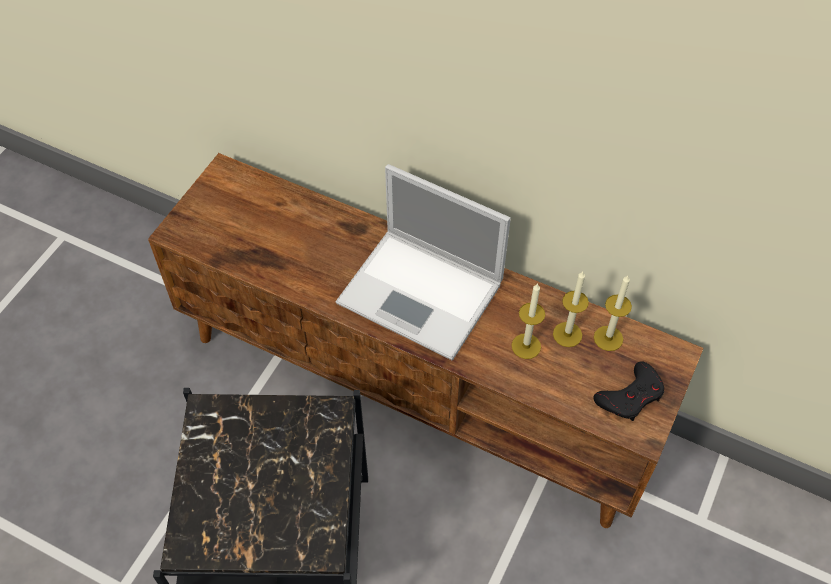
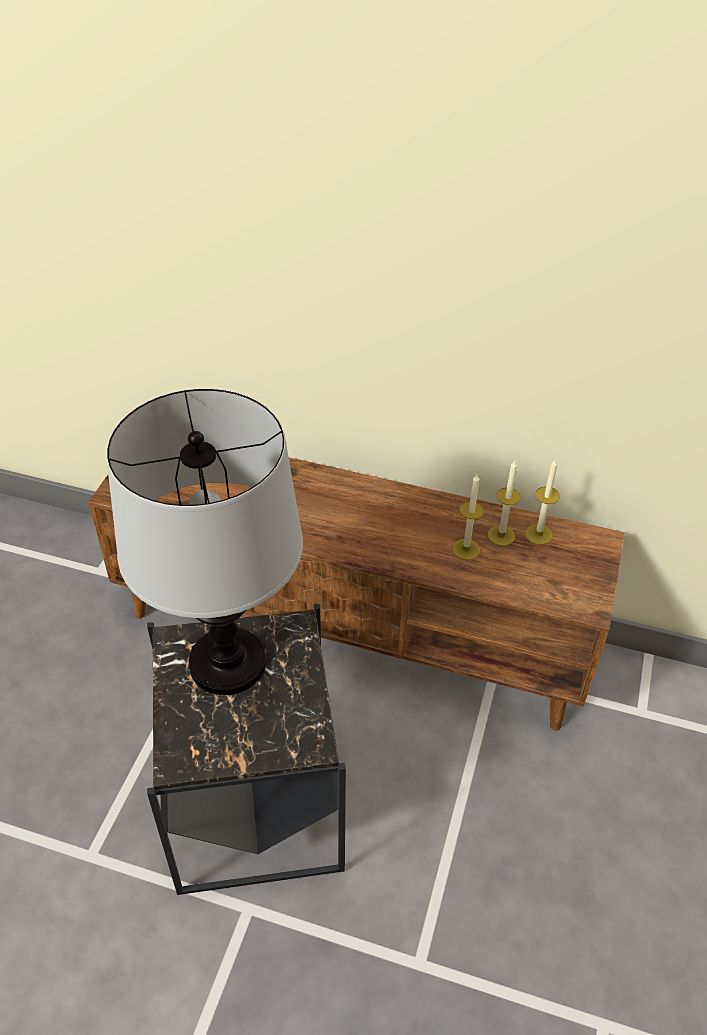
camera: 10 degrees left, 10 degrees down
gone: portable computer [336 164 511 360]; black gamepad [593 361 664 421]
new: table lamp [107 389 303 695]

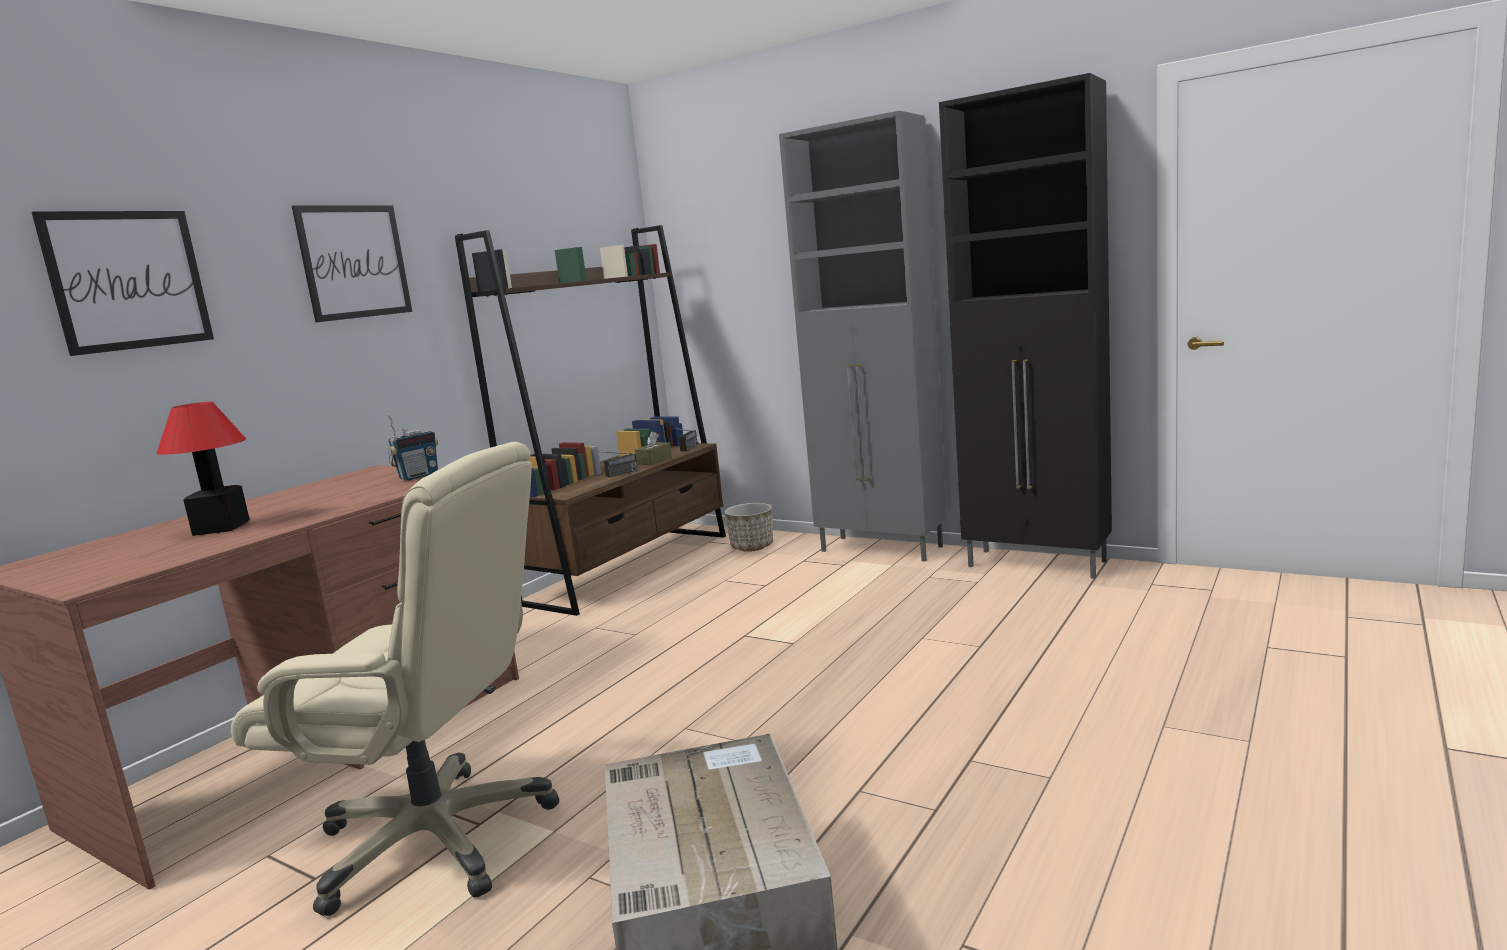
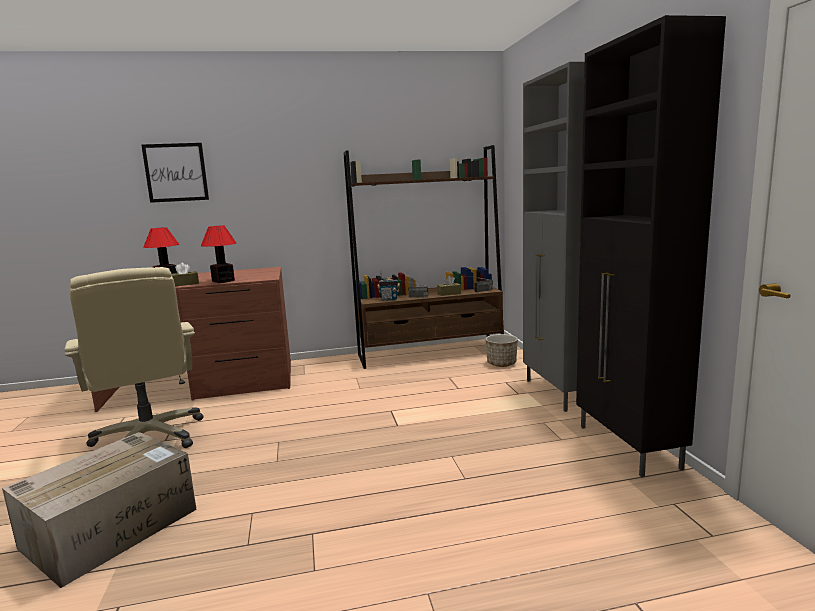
camera: 45 degrees right, 0 degrees up
gone: wall art [292 205 412 323]
new: brown box of tissues [172 263 199 286]; table lamp [201 226 236 283]
shifted: radio receiver [387 414 438 481] to [377 271 400 301]

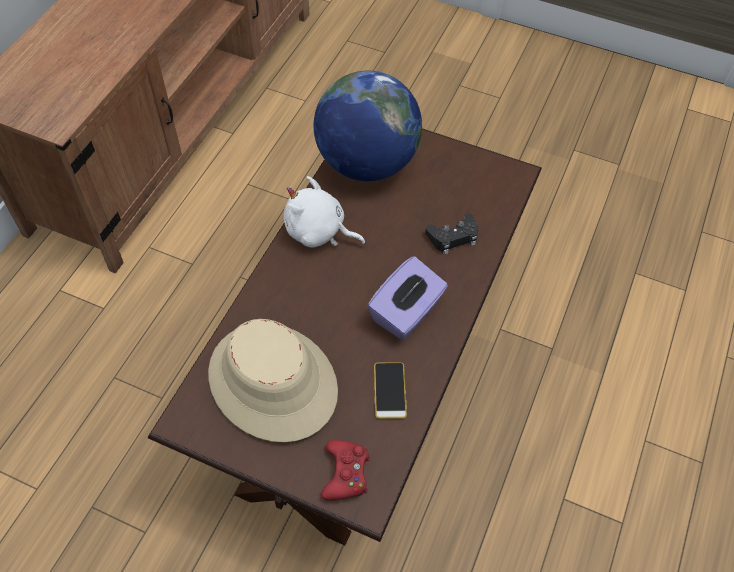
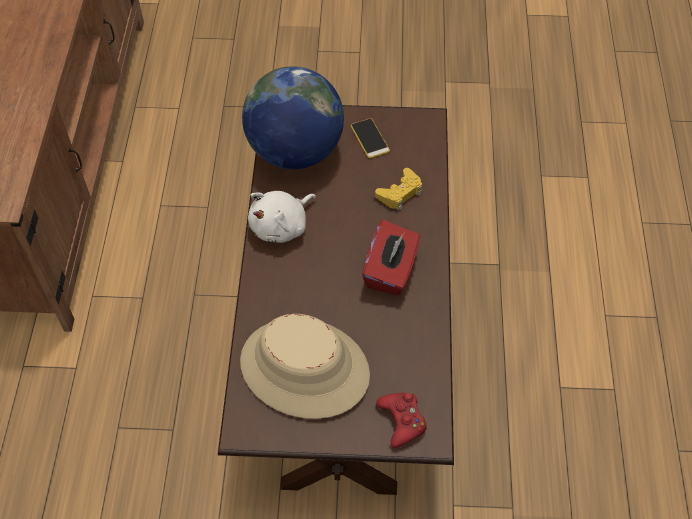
camera: 20 degrees left, 0 degrees up
shifted: telephone [374 362 407 419] to [351 118 390 159]
repainted: purplish box of tissues [367 256 448 340] to red-coloured box of tissues [362 220 420 295]; black gamepad [425 213 478 254] to yellow-coloured gamepad [375 168 422 211]
rotated: white-coloured cuddly toy [284 176 365 248] = [248 191 316 243] 45 degrees counterclockwise

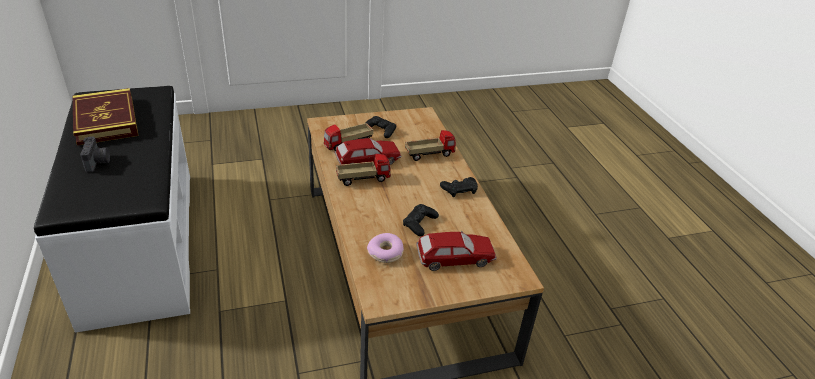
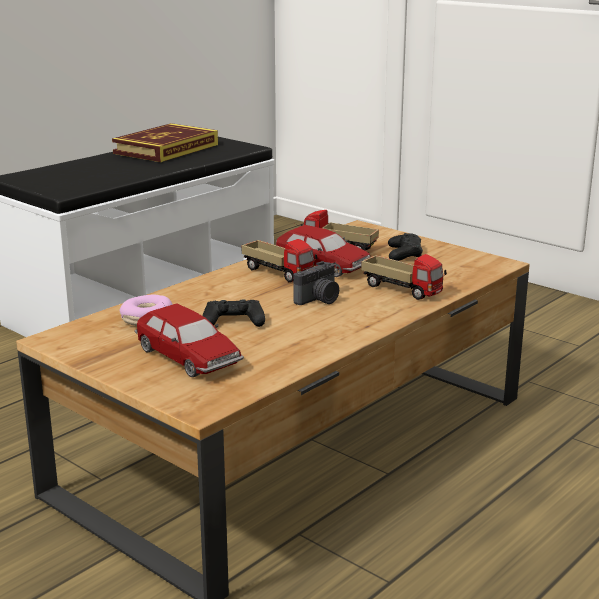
camera: 60 degrees right, 15 degrees down
gone: black gamepad [440 177 478 197]
shifted: still camera [80 136 110 173] to [293 261 339 305]

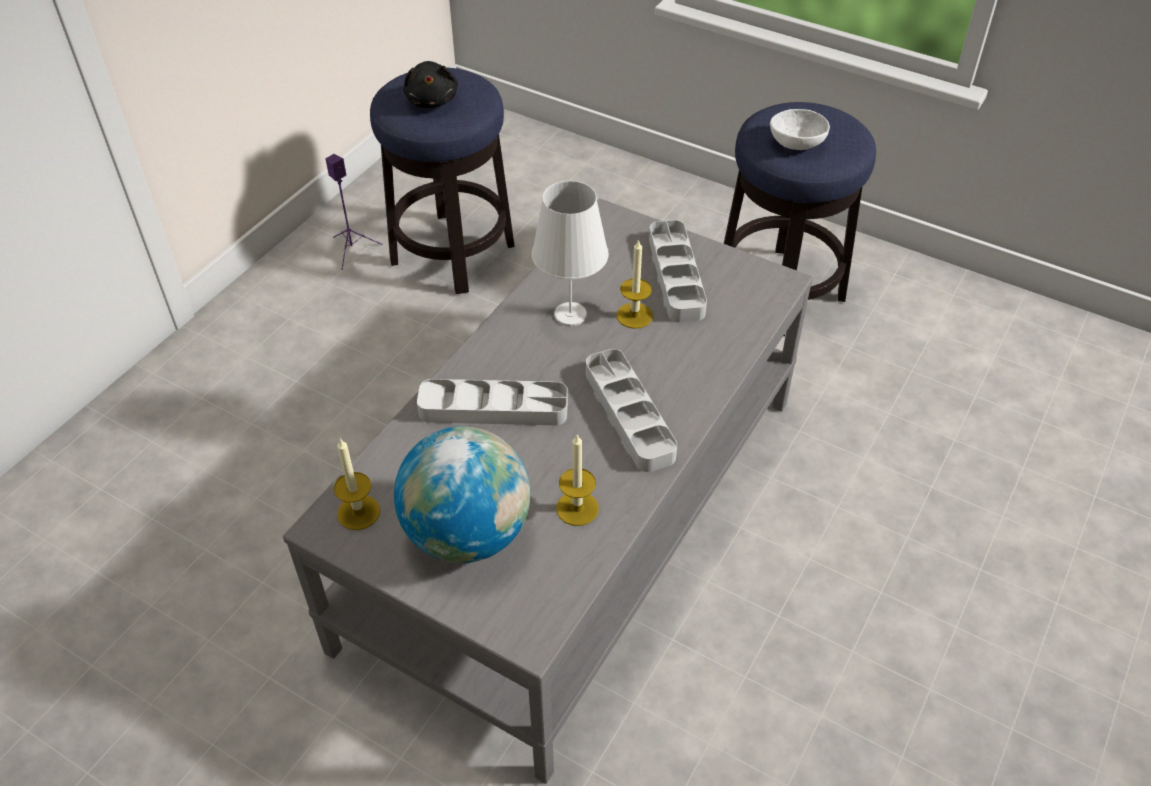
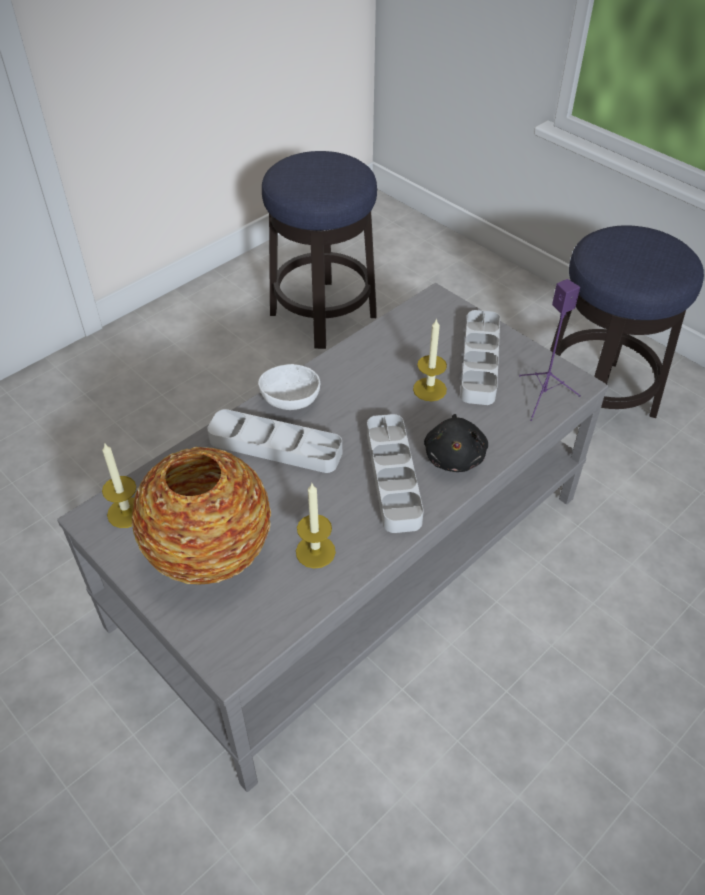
camera: 15 degrees right, 0 degrees up
gone: white-coloured table lamp [531 181 609 326]
shifted: purplish audio speaker [325 154 382 270] to [519 279 581 421]; black cuddly toy [403 61 458 108] to [424 414 488 472]; white-coloured serving bowl [770 109 830 150] to [258 364 320 410]
swapped: globe [394 426 530 563] to vase [132 447 271 585]

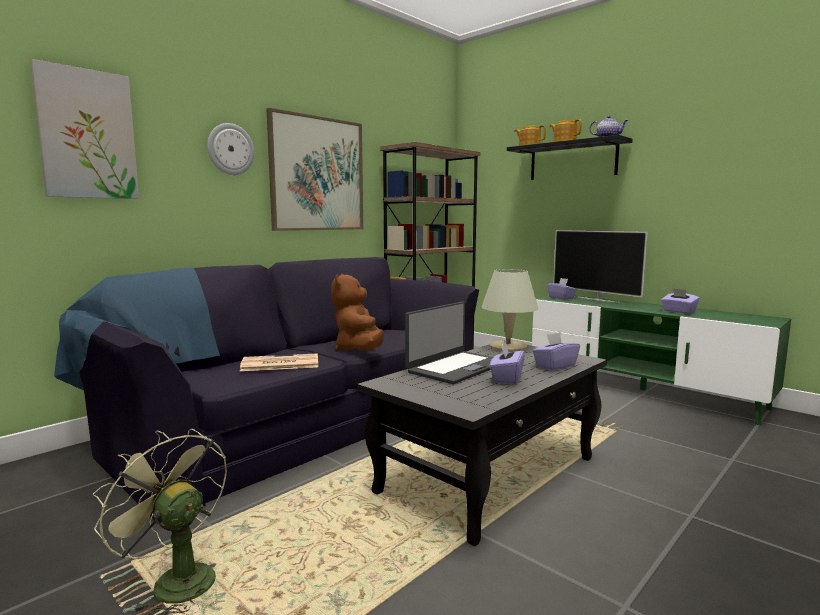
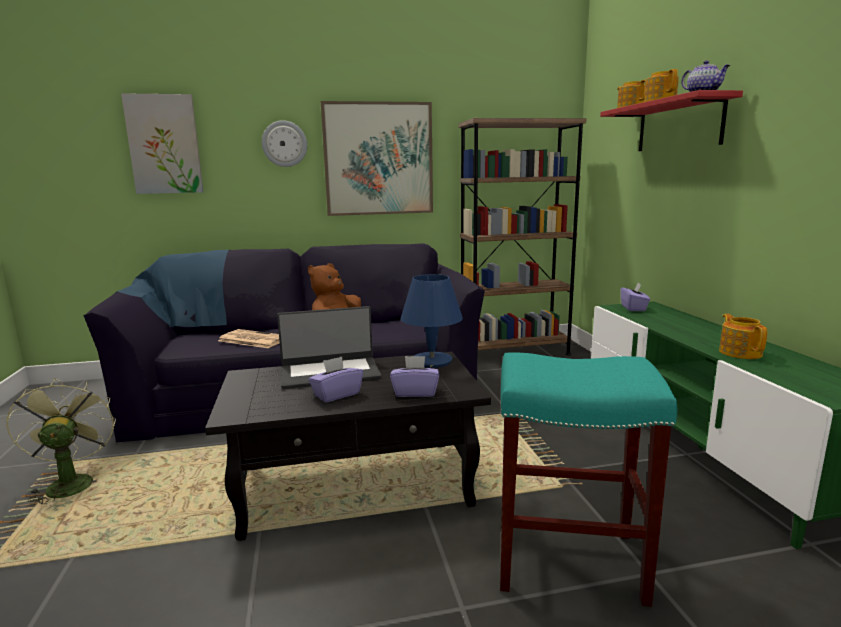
camera: 35 degrees right, 5 degrees up
gone: TV [553 230 648 303]
new: blue-green sitting stool [500 352 677 607]
swapped: purplish box of tissues [661 288 700 314] to tea pot [719 314 768 359]
repainted: beige table lamp [481 269 538 352] to bluish table lamp [400 274 463 368]; black shelf [507 135 632 180] to red-coloured shelf [600 90 743 151]

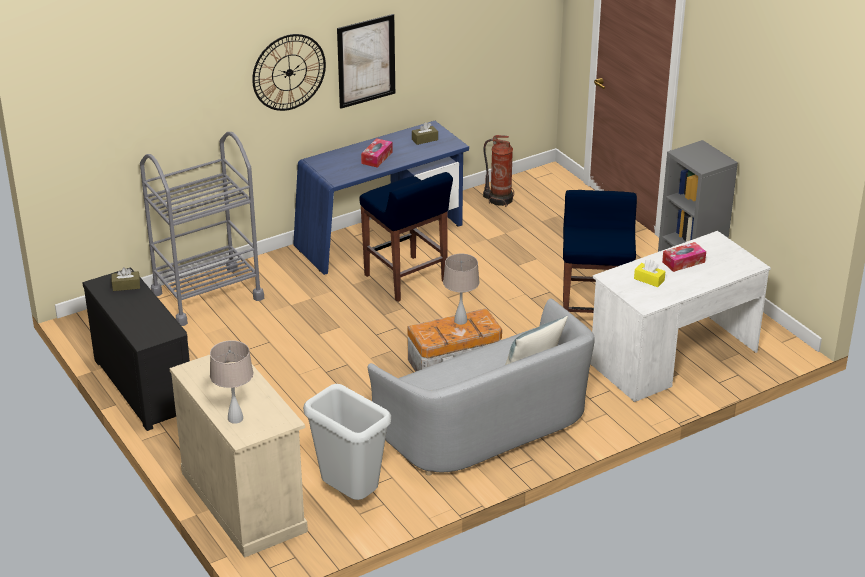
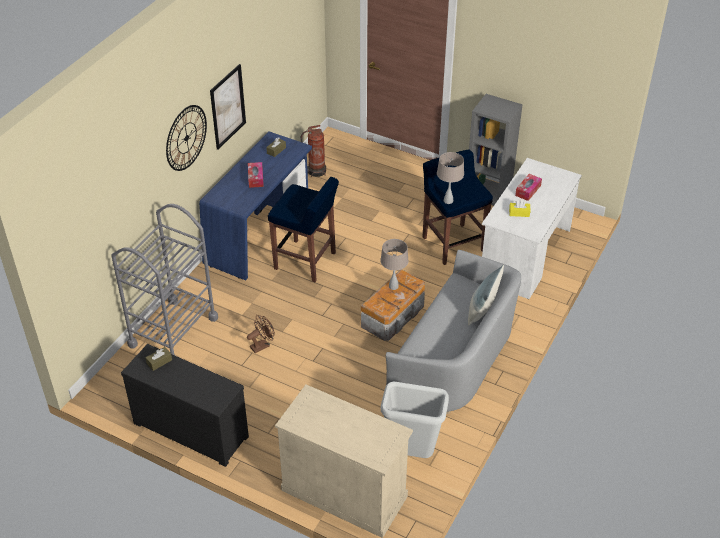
camera: 30 degrees left, 10 degrees up
new: brown cooling fan [247 315 275 353]
shifted: beige table lamp [210 340 253 424] to [437 152 464 204]

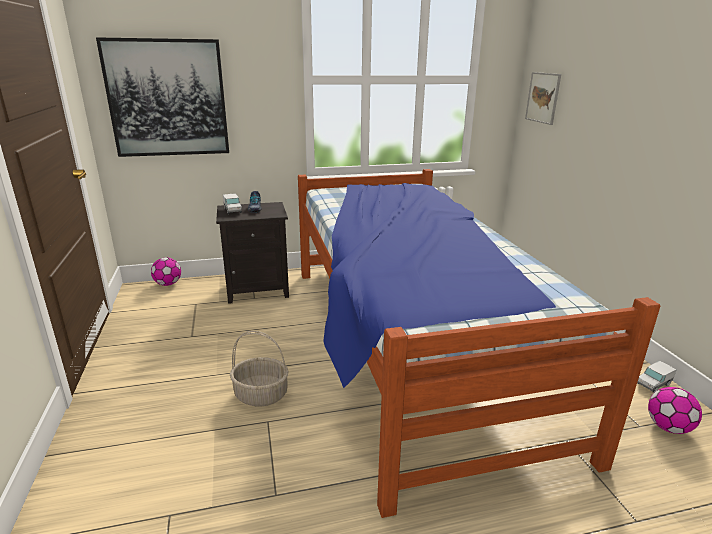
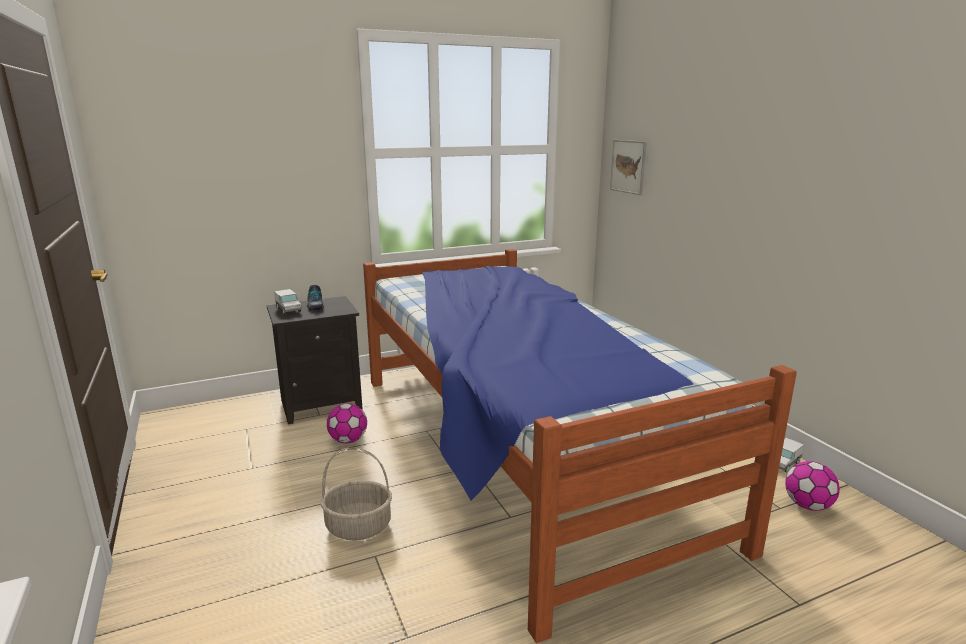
camera: 10 degrees left, 5 degrees down
gone: wall art [96 37 229 157]
shifted: football ball [151 258 181 286] to [327 403 367 444]

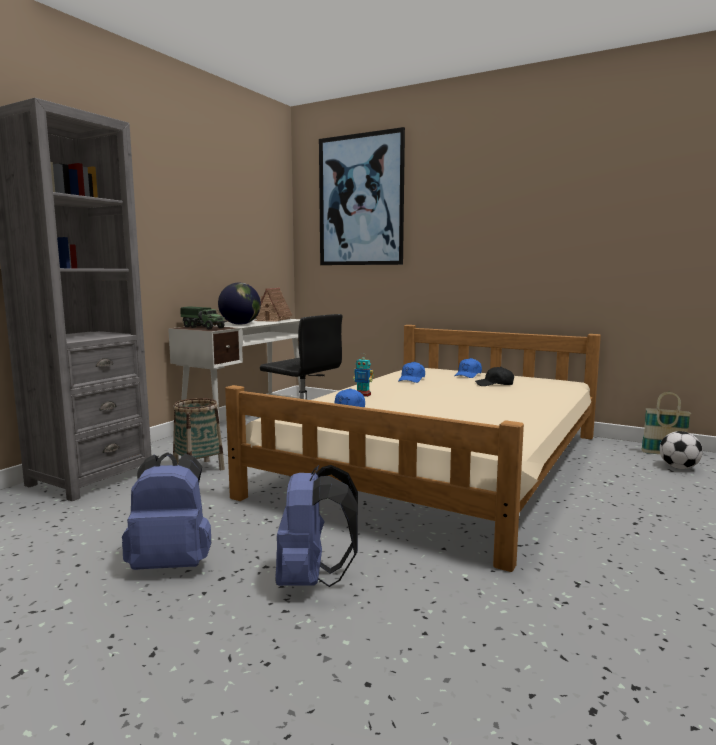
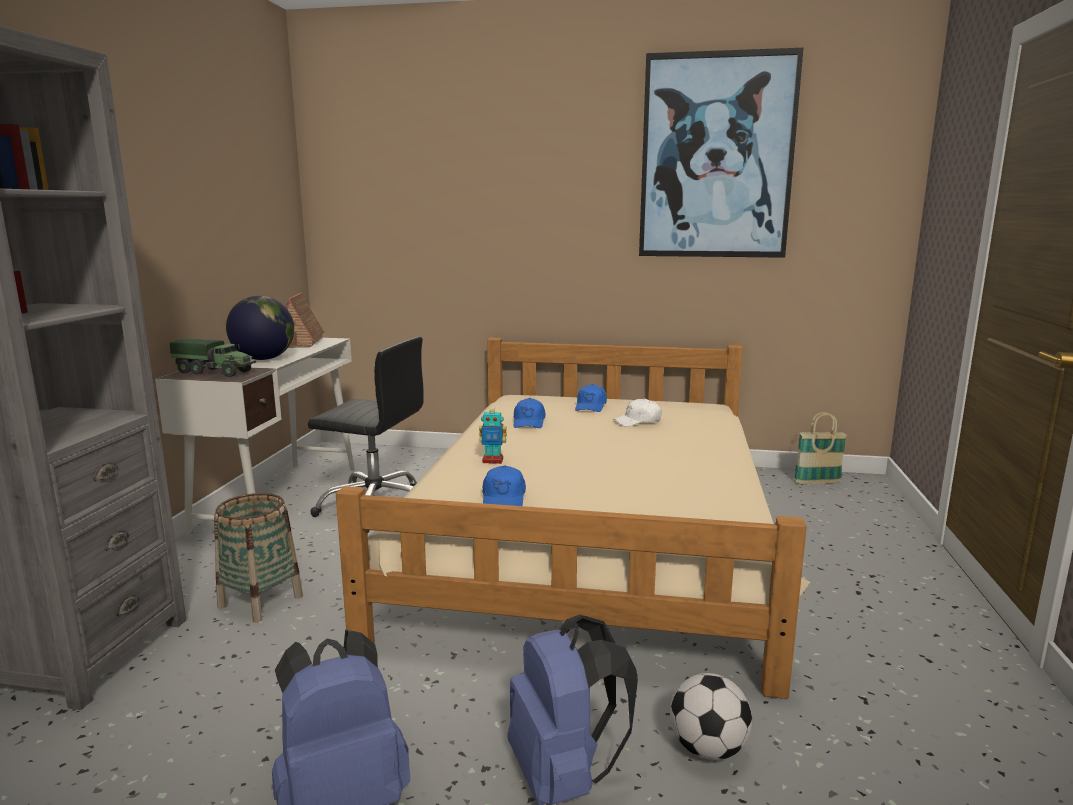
camera: 20 degrees left, 5 degrees up
shifted: wall art [319 127 405 265] to [639 48 803 258]; football ball [660 431 703 469] to [670 673 752 760]
repainted: black peaked cap [475 366 514 386] to white-coloured peaked cap [613 398 662 426]

